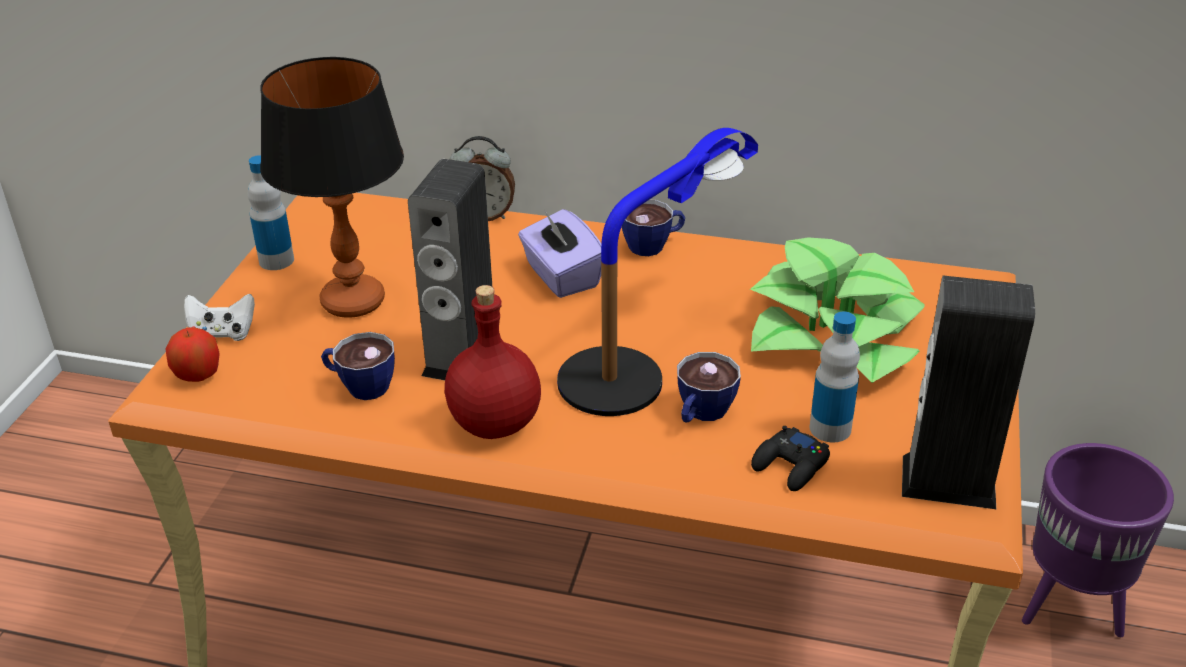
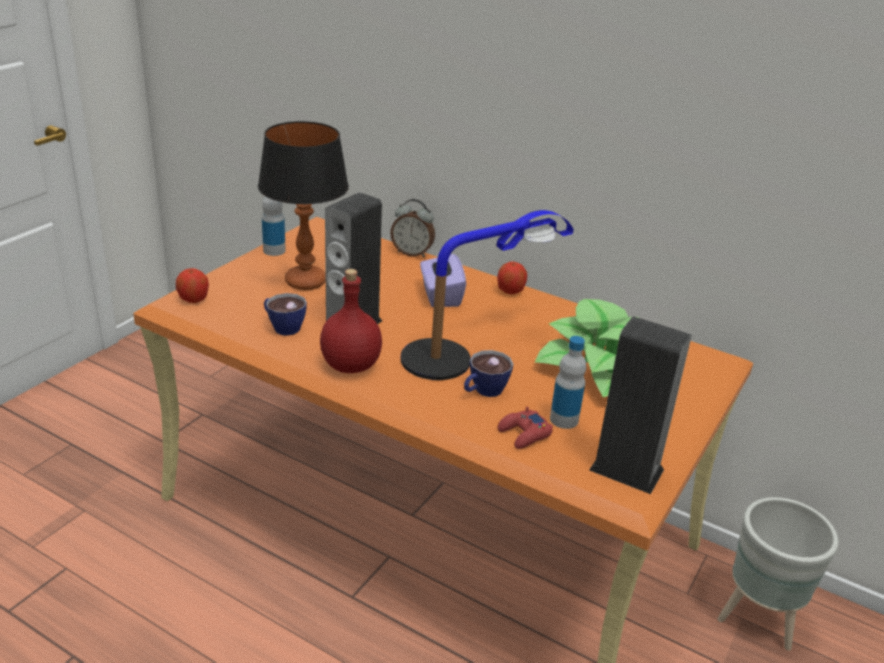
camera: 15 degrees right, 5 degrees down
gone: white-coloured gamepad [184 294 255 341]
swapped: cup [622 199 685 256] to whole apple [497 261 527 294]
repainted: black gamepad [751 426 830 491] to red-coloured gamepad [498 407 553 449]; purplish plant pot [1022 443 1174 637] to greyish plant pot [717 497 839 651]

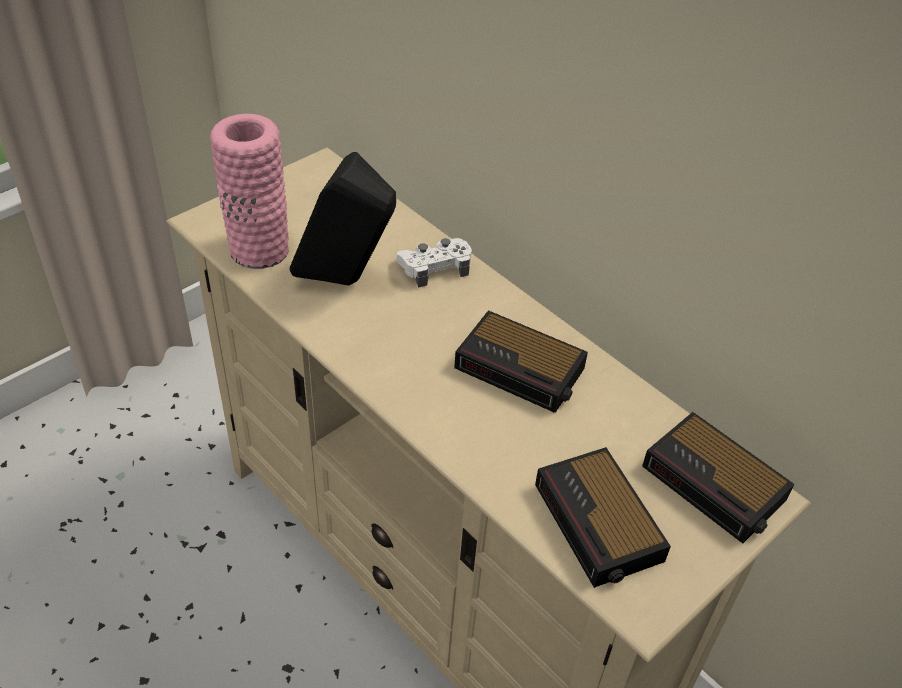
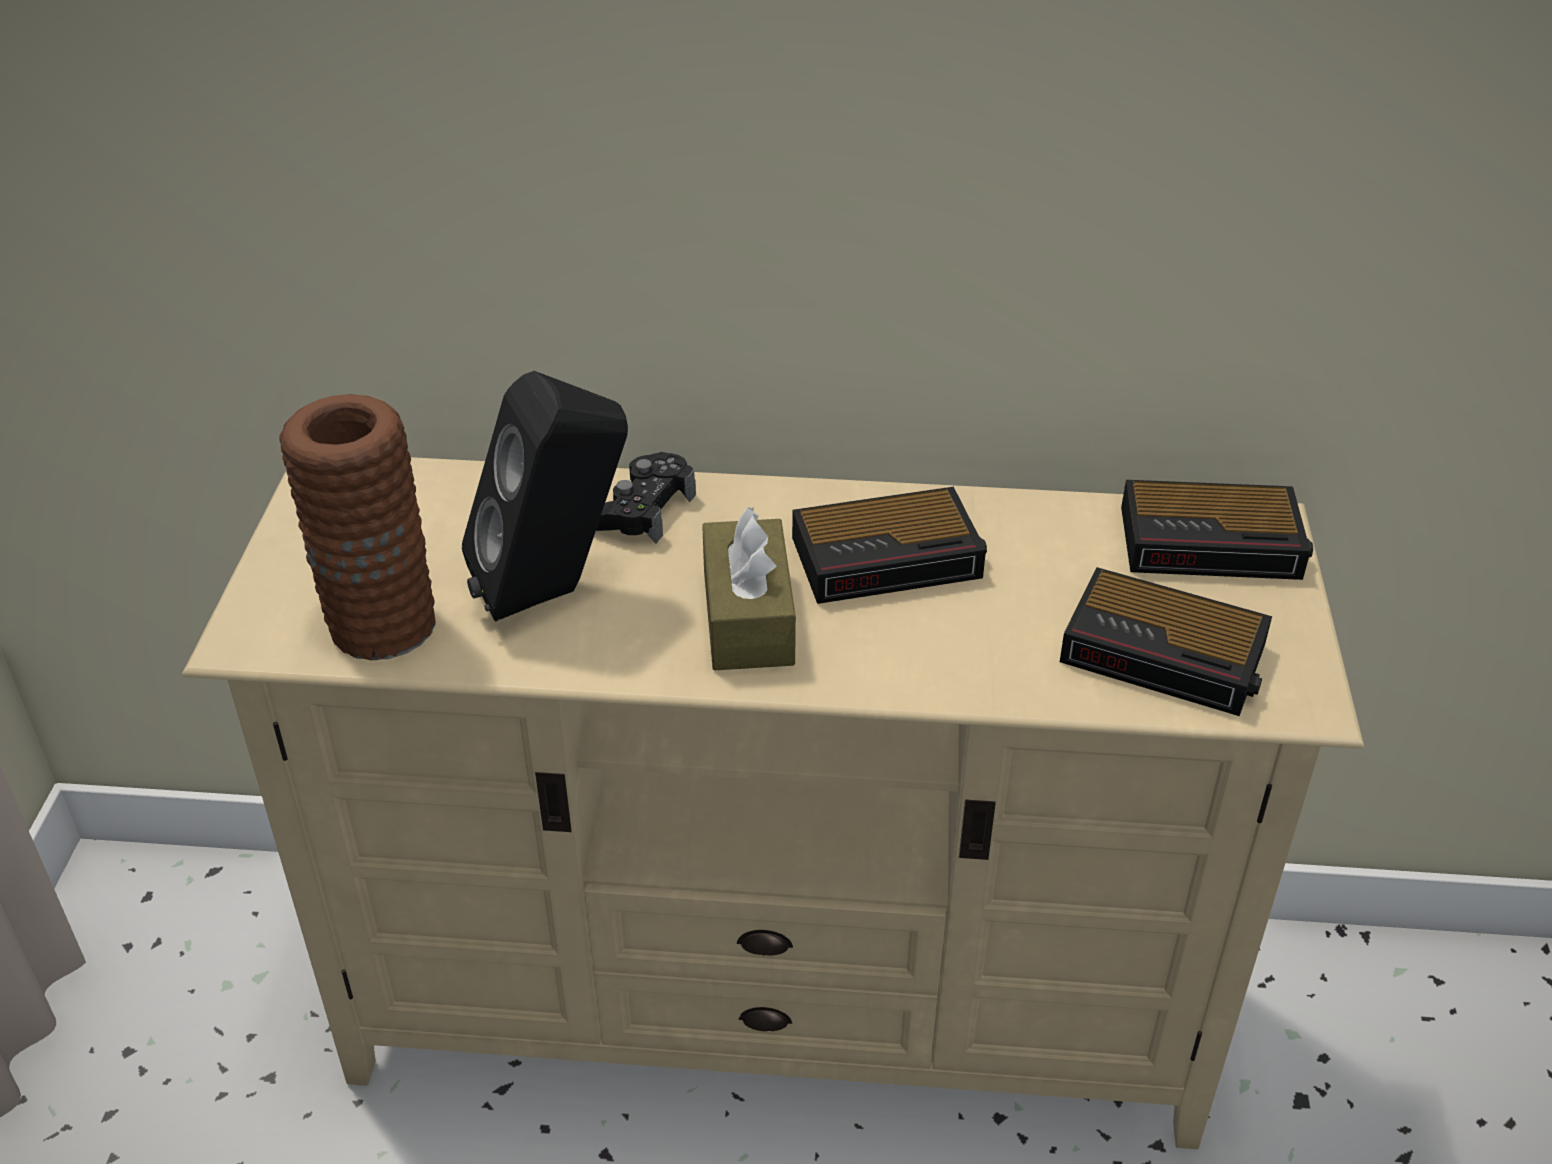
camera: 40 degrees left, 5 degrees down
new: brown box of tissues [702 507 796 670]
repainted: pink-coloured vase [210 114 289 269] to brown vase [279 394 436 660]; white-coloured gamepad [397 238 472 288] to black gamepad [596 452 696 543]

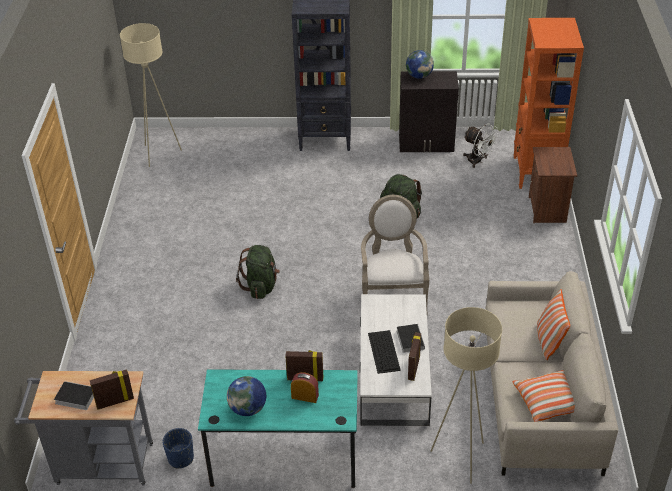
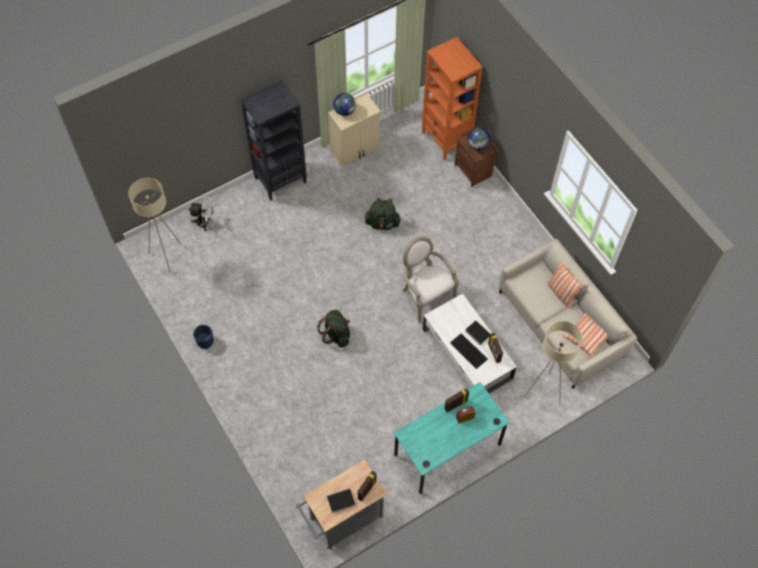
camera: 35 degrees left, 20 degrees up
shifted: bluish plant pot [162 428 194 469] to [193 325 214 349]; globe [227 376 266 416] to [468 128 491 151]; white-coloured cooling fan [463 124 499 168] to [189 197 215 231]
repainted: black storage cabinet [399 71 459 153] to beige storage cabinet [328 94 381 166]

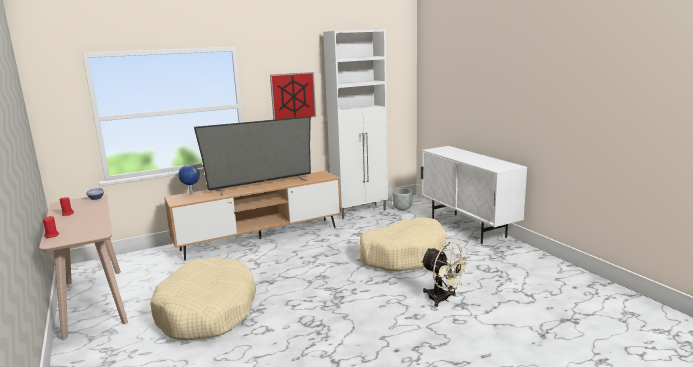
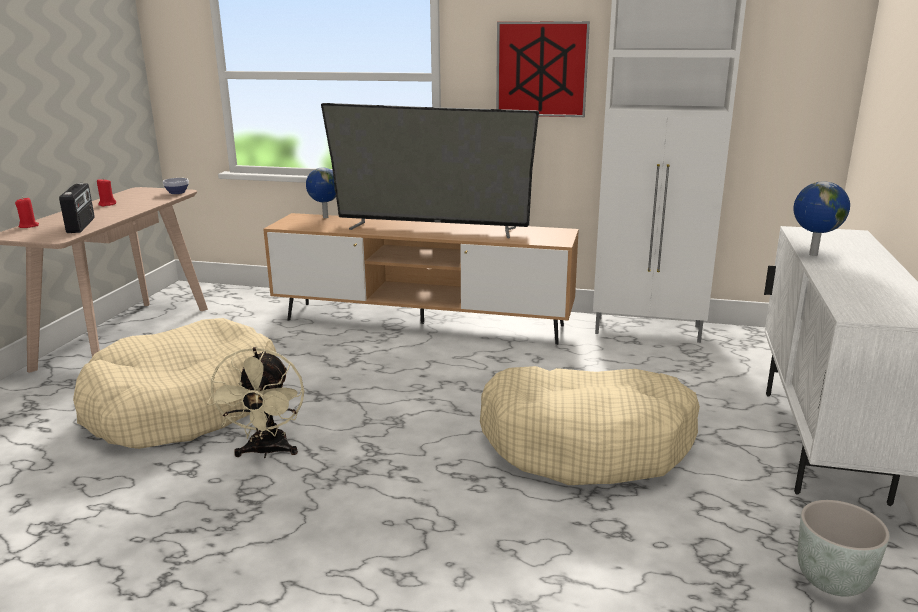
camera: 40 degrees right, 5 degrees up
new: radio receiver [59 183 94 233]; globe [793 181 850 256]
shifted: greyish plant pot [392 188 413 210] to [797 500 890 597]; beige cooling fan [421 242 470 307] to [207 347 304 458]

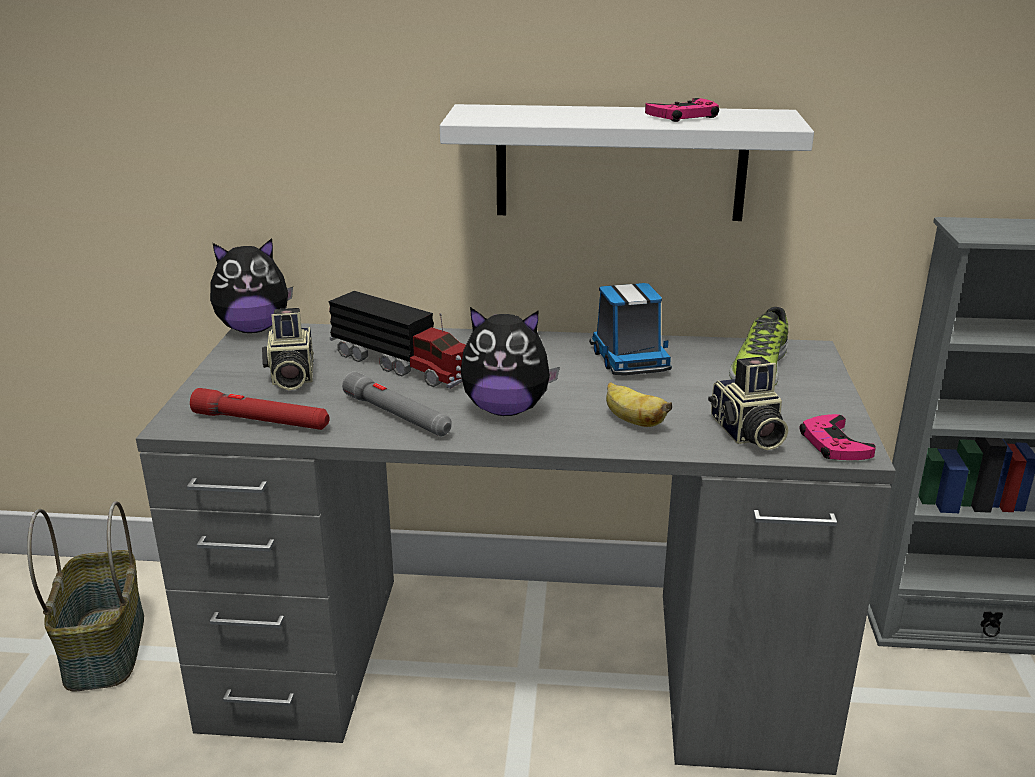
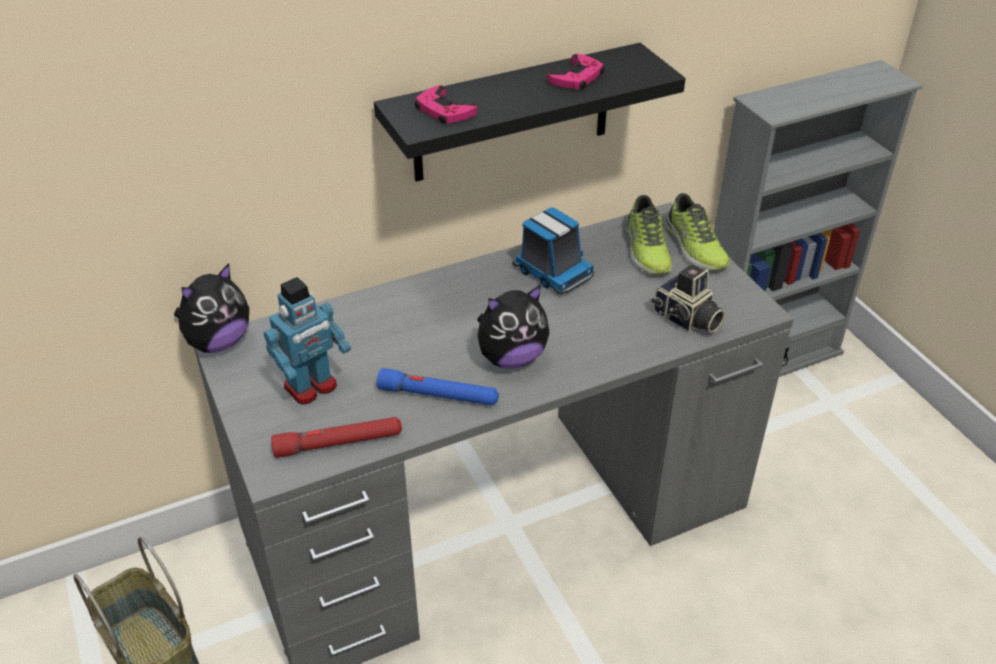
camera: 30 degrees left, 15 degrees up
gone: toy truck [328 291 466 389]; banana [606 382 672 427]
new: low shoe [665 193 730 270]
shifted: pink-coloured gamepad [800 414 876 460] to [414 85 477 124]
swapped: still camera [262 308 314 390] to model robot [264 277 351 404]
repainted: greyish flashlight [342 372 452 436] to bluish flashlight [377 368 499 405]; white-coloured shelf [440 104 814 221] to black shelf [374 43 686 182]

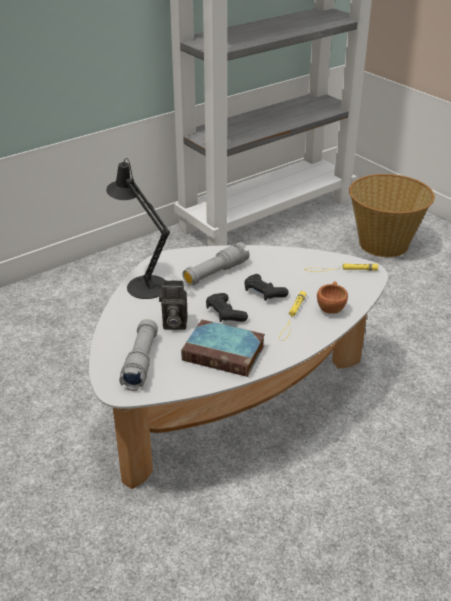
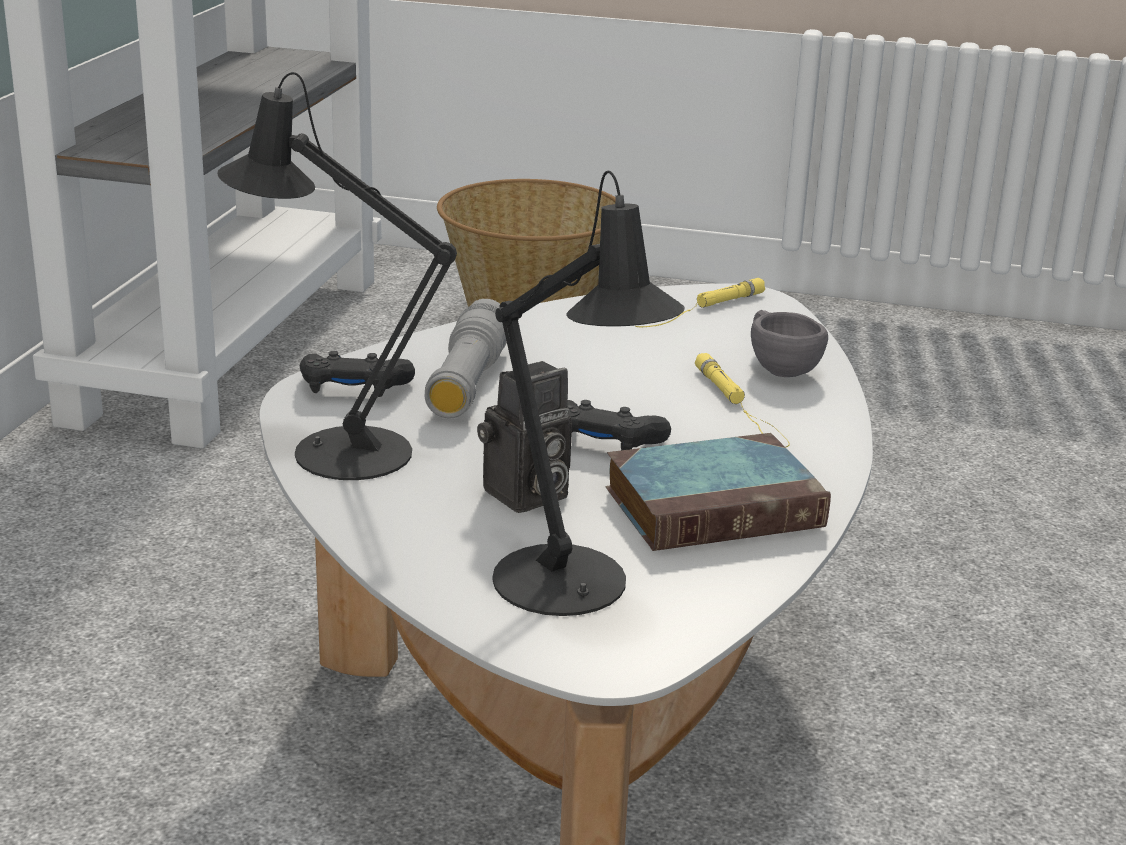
camera: 40 degrees left, 10 degrees down
shifted: black gamepad [244 274 289 301] to [300 351 415 397]
swapped: greyish flashlight [119 319 158 391] to black table lamp [492 171 685 616]
repainted: brown cup [317 281 348 314] to greyish cup [751 310 828 377]

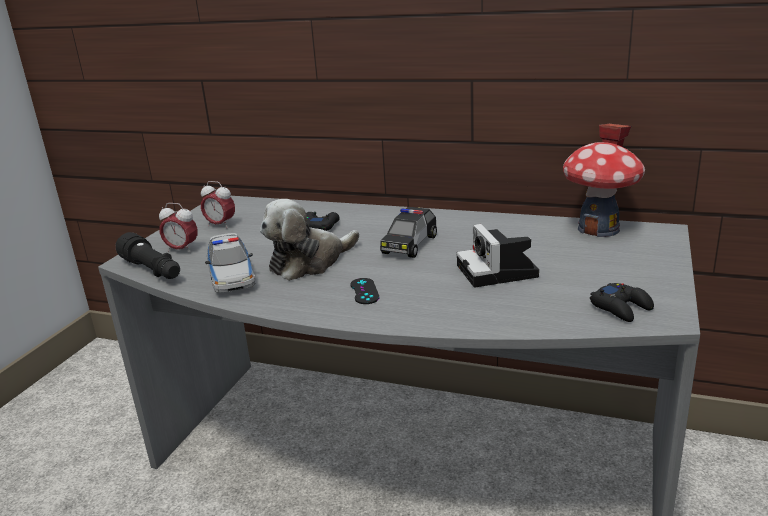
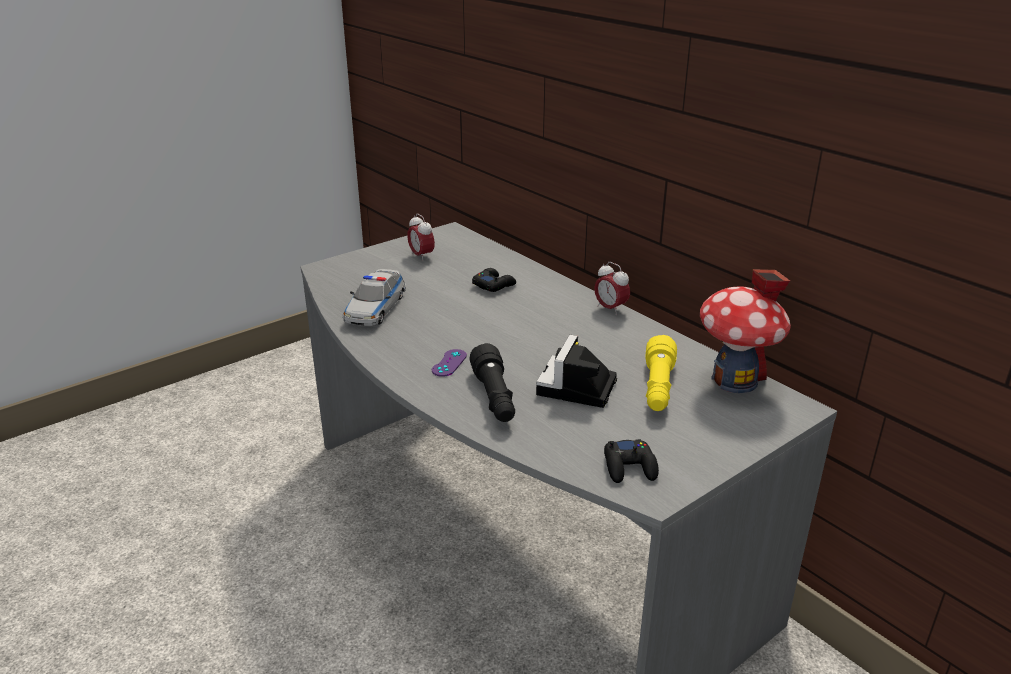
camera: 30 degrees right, 5 degrees up
gone: cuddly toy [260 199 359 281]; miniature car [380 207 437 258]
new: yellow-coloured flashlight [645 335 677 411]
shifted: black flashlight [116 232 180 279] to [469 343 515 422]; bedside clock [159 203 198 253] to [594 262 630 315]
repainted: black gamepad [350 278 379 304] to purplish gamepad [432 349 467 377]

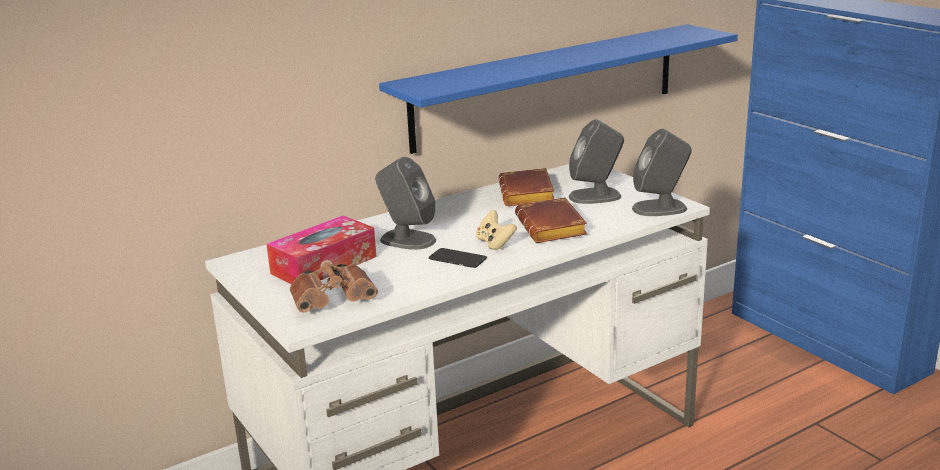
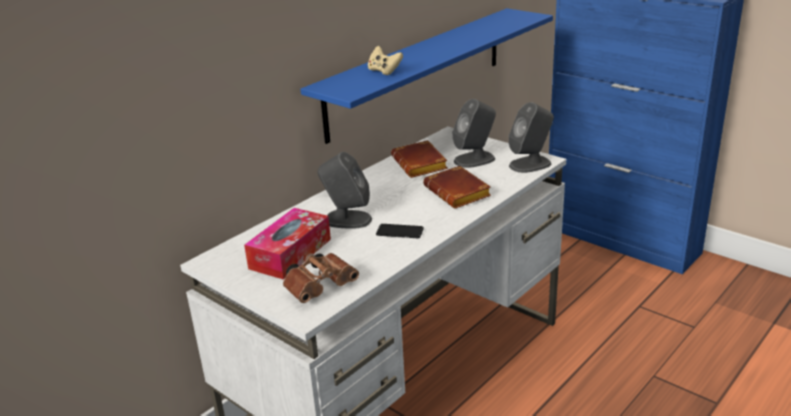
camera: 15 degrees left, 5 degrees up
shifted: beige gamepad [476 210 517 250] to [368 46 403 75]

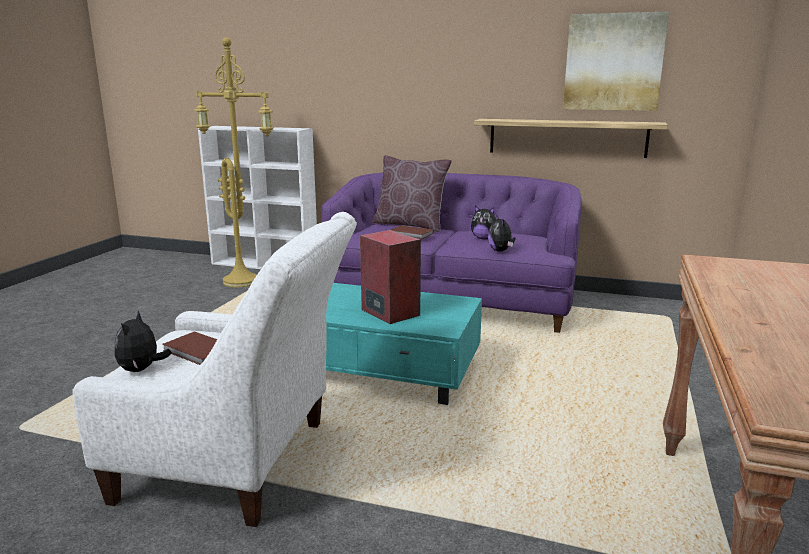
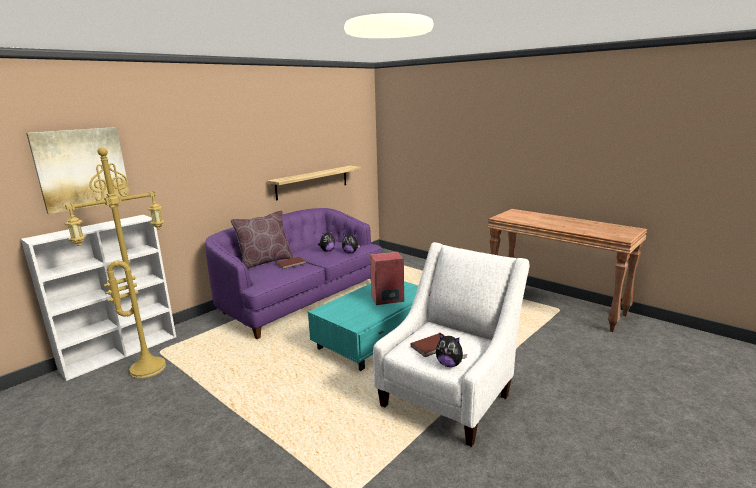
camera: 65 degrees left, 0 degrees up
shifted: wall art [563 12 669 111] to [26 127 131 214]

